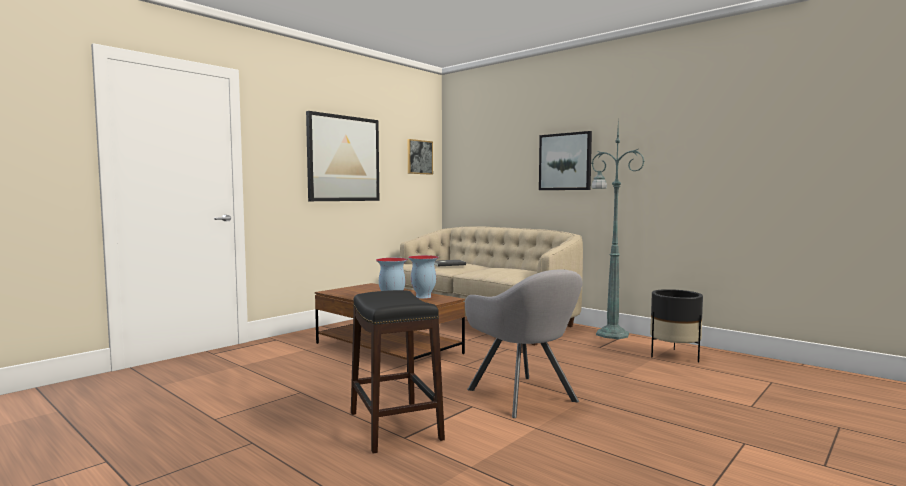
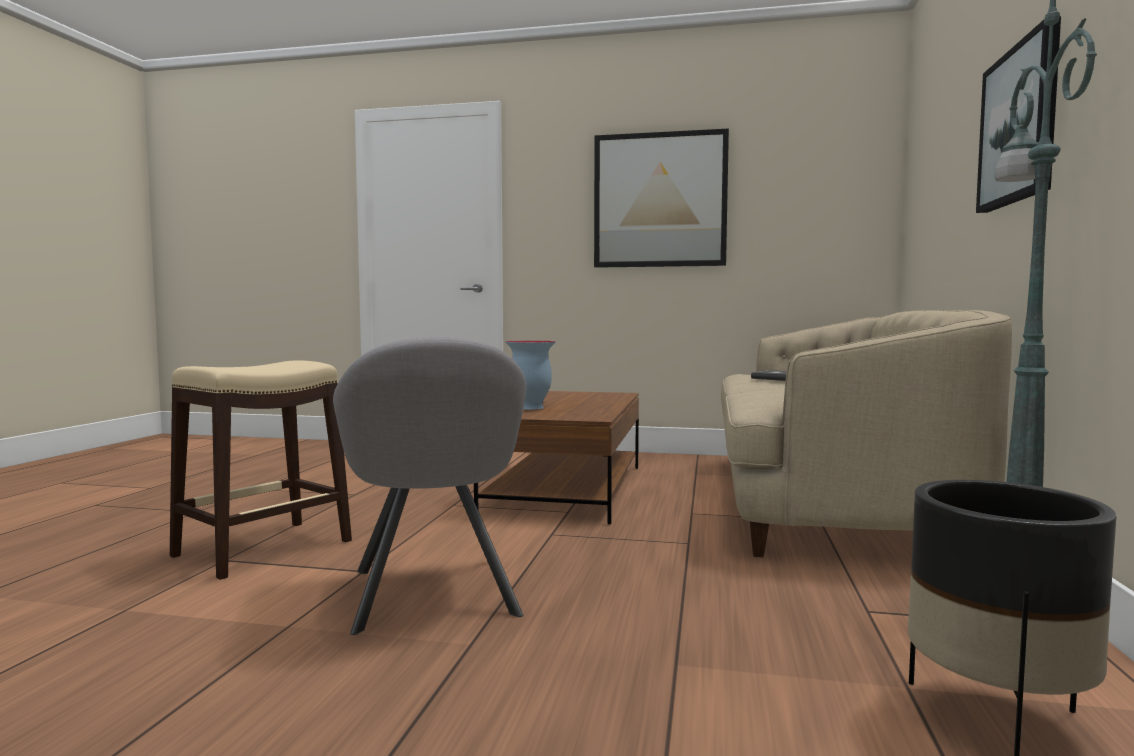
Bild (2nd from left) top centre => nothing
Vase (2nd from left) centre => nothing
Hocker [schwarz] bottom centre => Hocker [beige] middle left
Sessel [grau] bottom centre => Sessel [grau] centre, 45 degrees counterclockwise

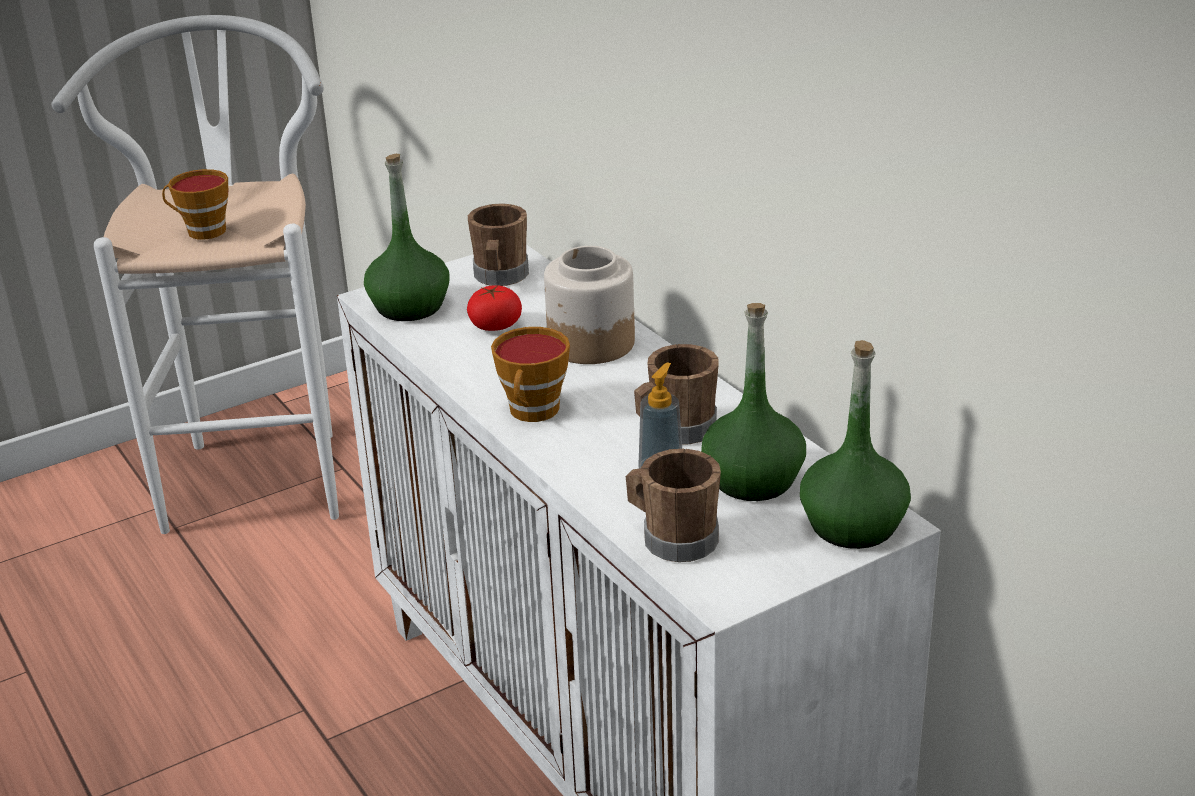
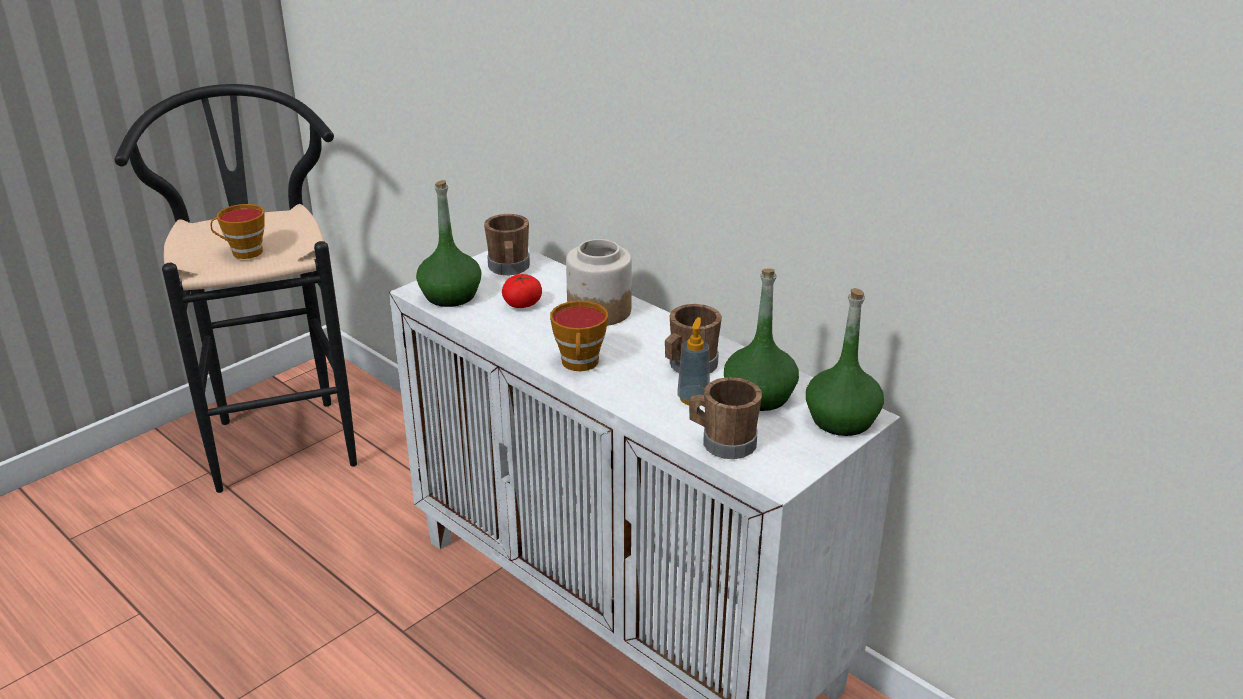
Hocker [weiß] middle left => Hocker [schwarz] middle left

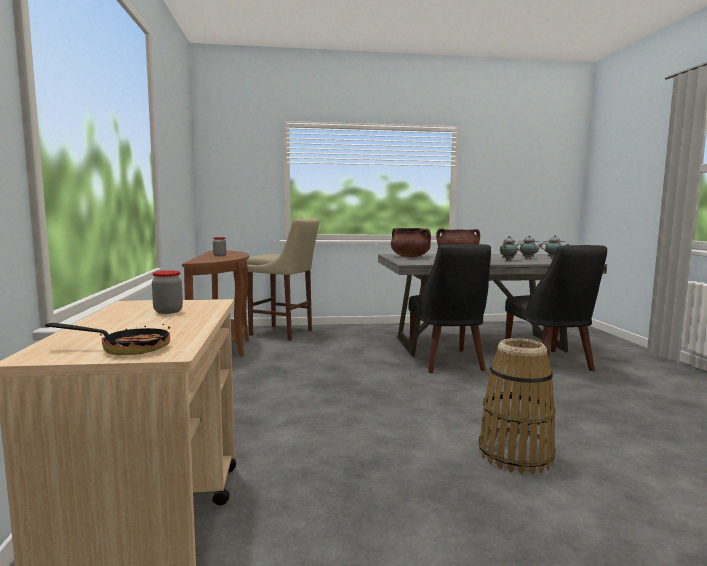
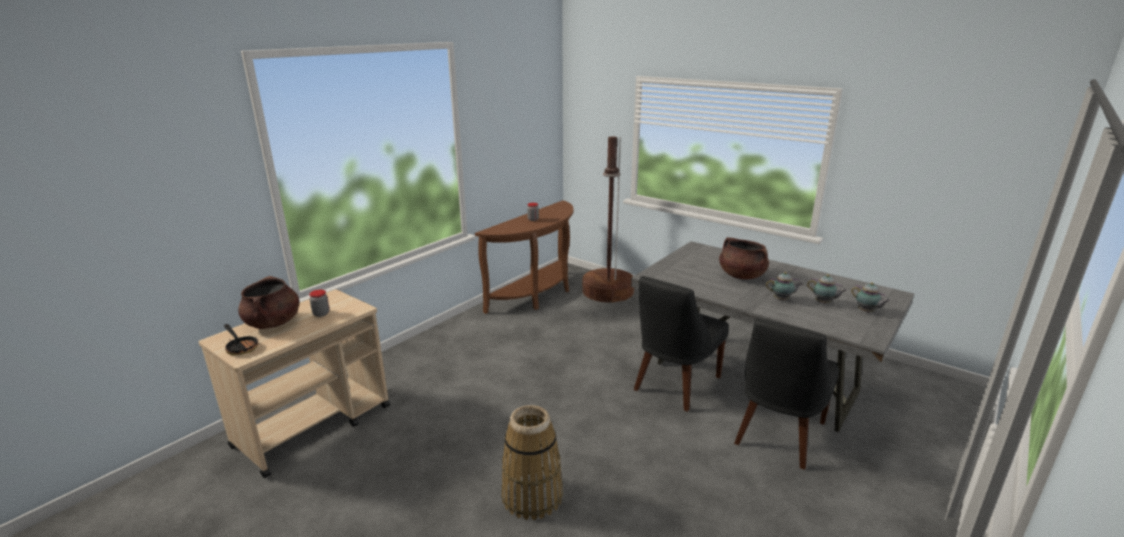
Kochtopf [braun] (1st from left) centre => Kochtopf [braun] (1st from left) middle left, move
Hocker [beige] centre => Stehlampe [braun] centre

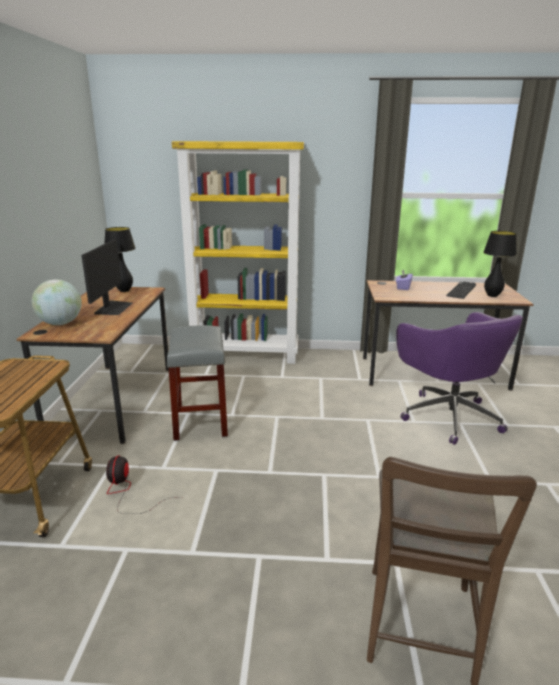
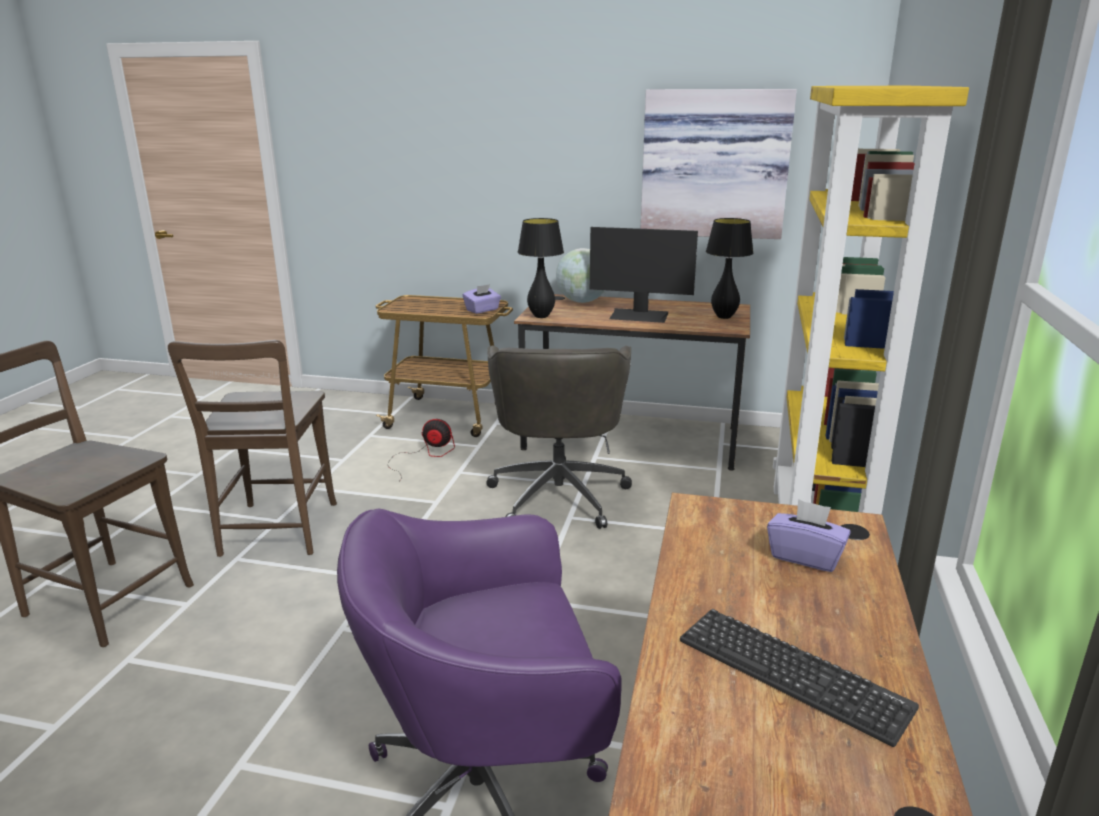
nothing => Stuhl [braun] (2nd from left) middle left
nothing => Taschentuchbox [lila] (1st from left) centre
nothing => Bild top centre
Tischlampe [schwarz] (2nd from left in the first image) middle right => Tischlampe [schwarz] (1st from left) top centre, move
Hocker [grau] centre => Bürostuhl [grau] centre

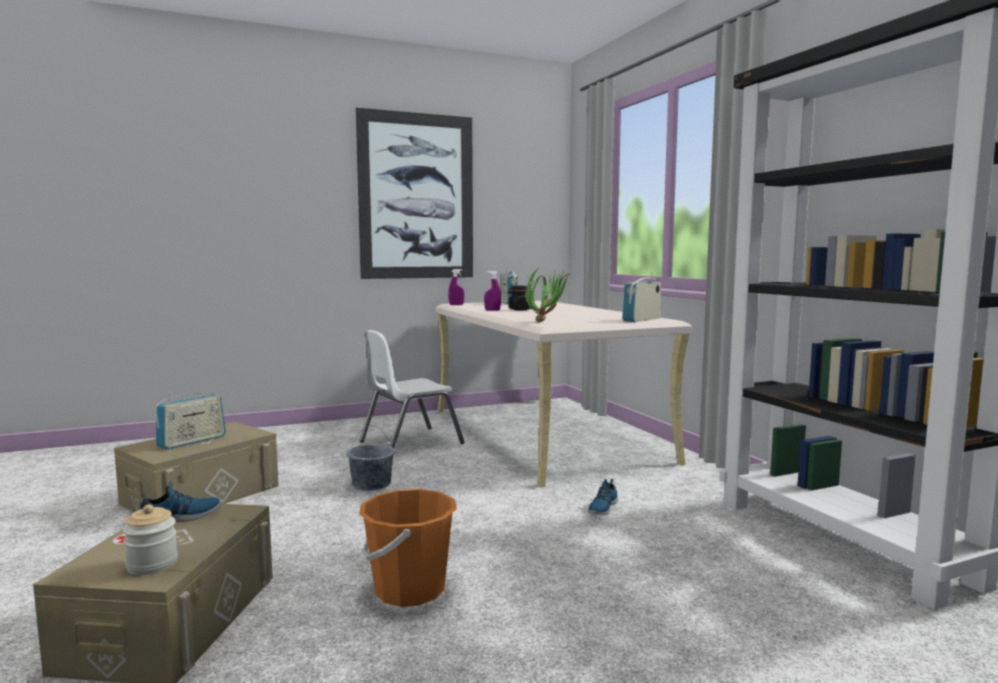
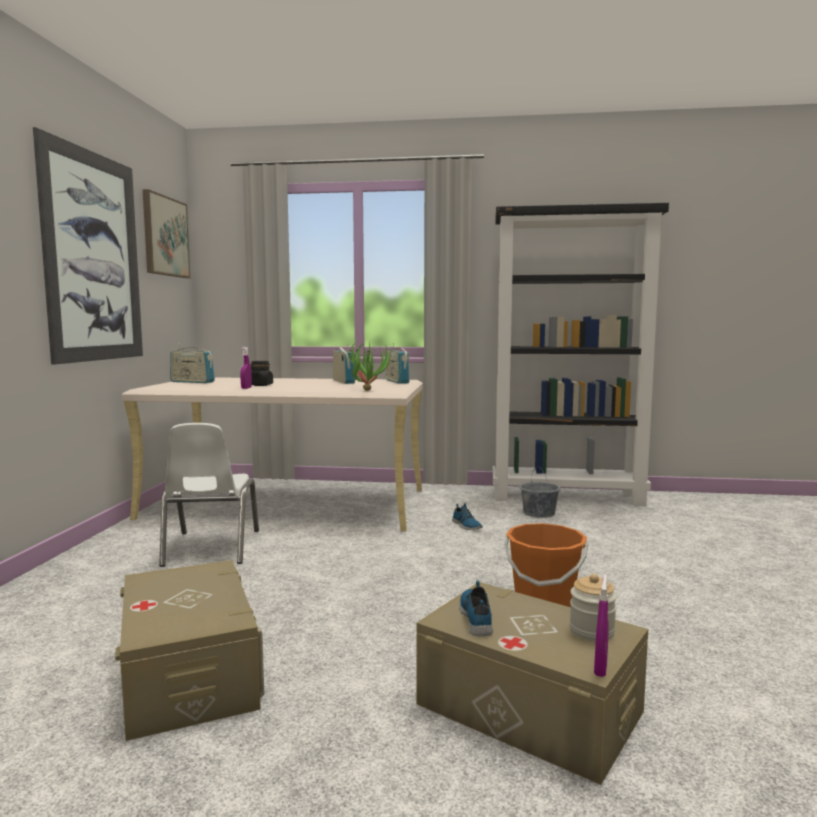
nothing => Bild (2nd from left) top left
Radio (1st from left in the first image) middle left => Radio (2nd from left) centre, move
Eimer [grau] bottom centre => Eimer [grau] centre, move
Sprühflasche [lila] (1st from left in the first image) centre => Sprühflasche [lila] (2nd from left) bottom right, move

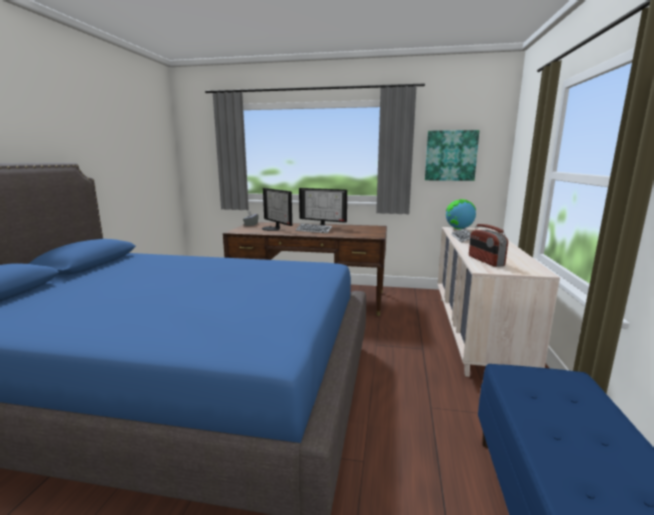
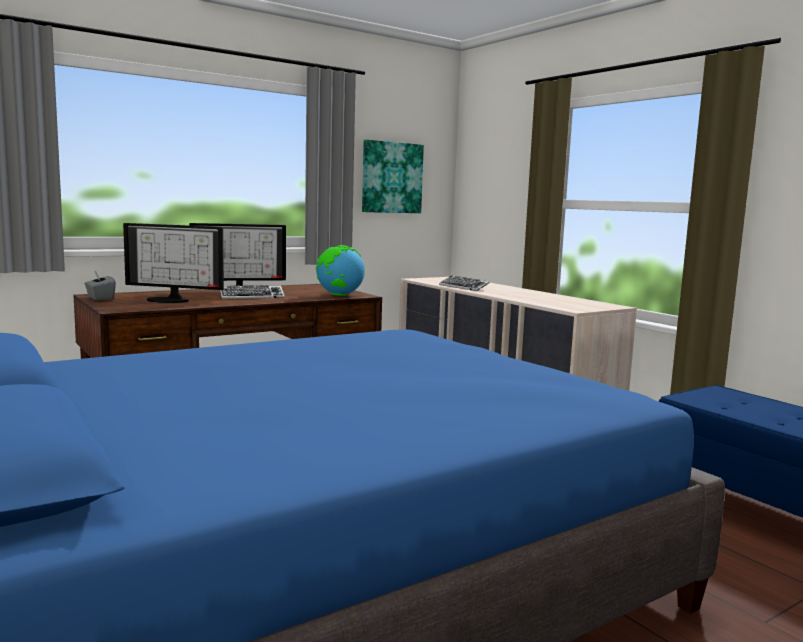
Radio middle right => nothing
Globus middle right => Globus centre, move

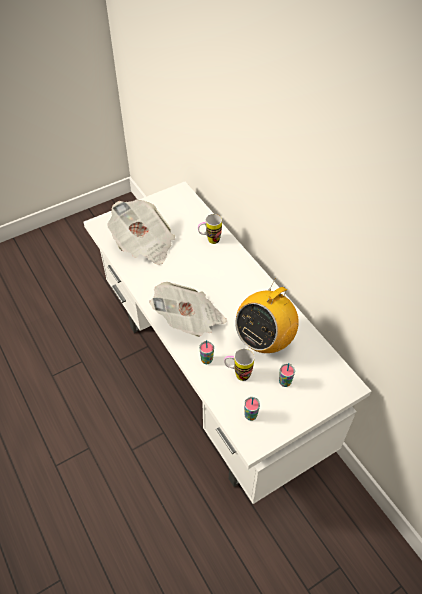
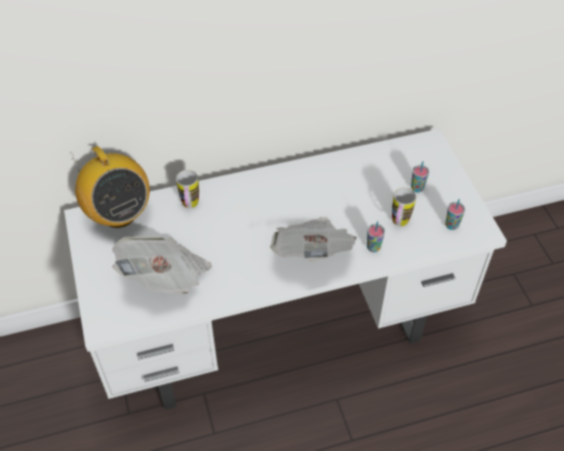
Radio centre => Radio middle left, move

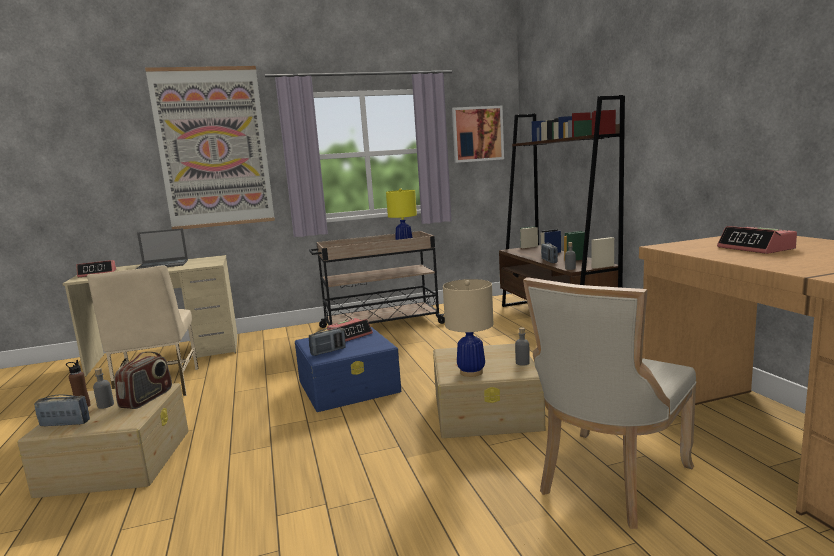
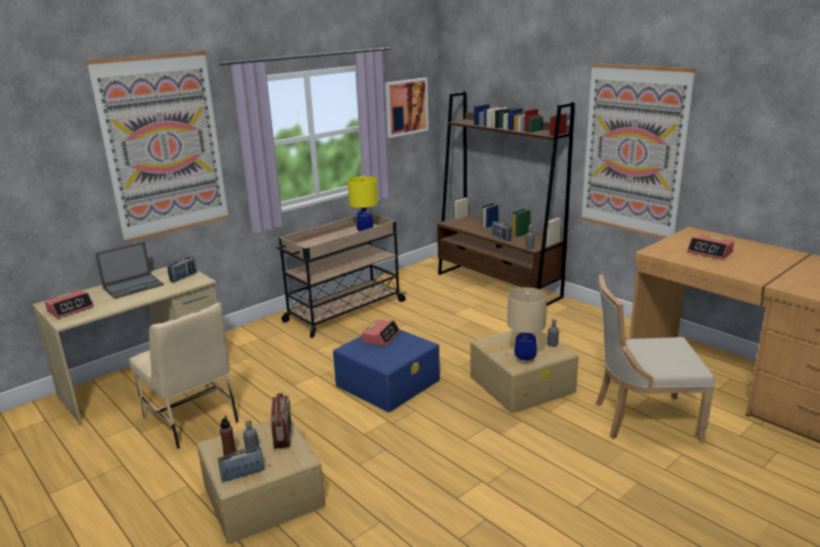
nothing => Bild (3rd from left) top right
Radio (3rd from left in the first image) centre => Radio (1st from left) middle left, move
Stuhl [beige] (2nd from left) bottom right => Stuhl [beige] (2nd from left) middle right, 75 degrees clockwise

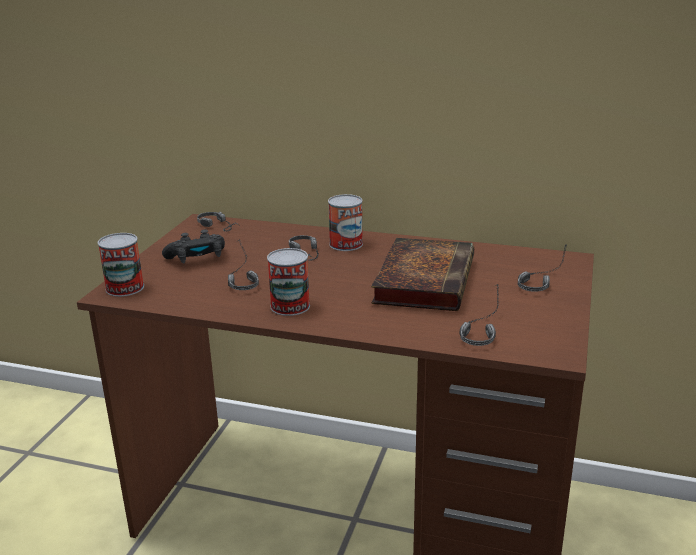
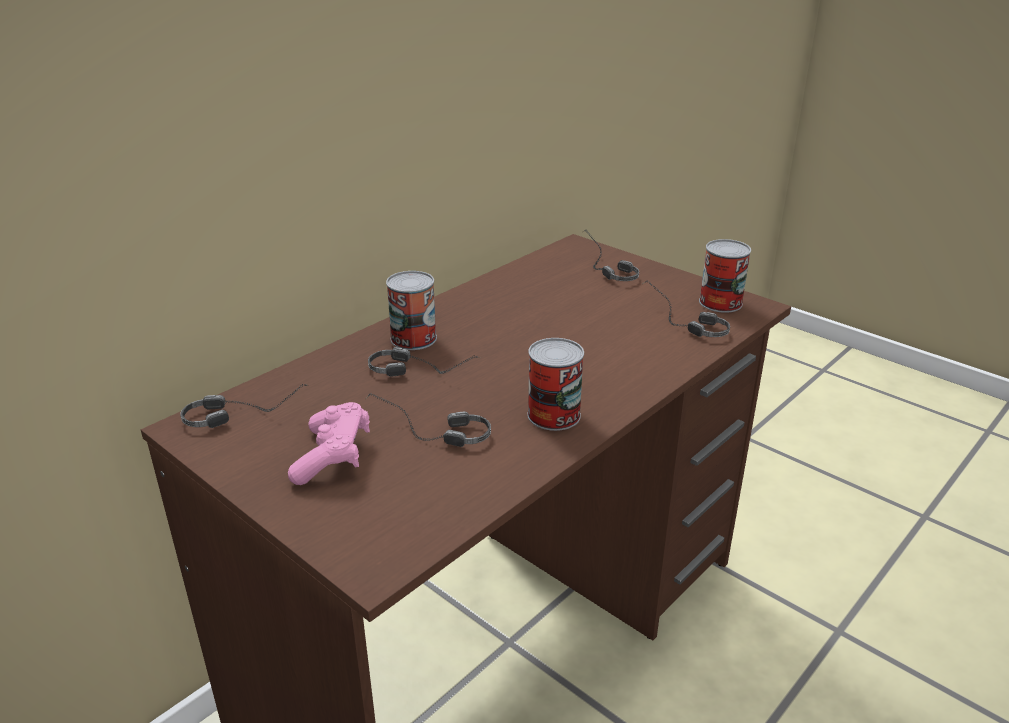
Buch centre => nothing
Dose (1st from left in the first image) middle left => Dose (3rd from left) middle right, move
Gamepad [schwarz] middle left => Gamepad [rosa] middle left

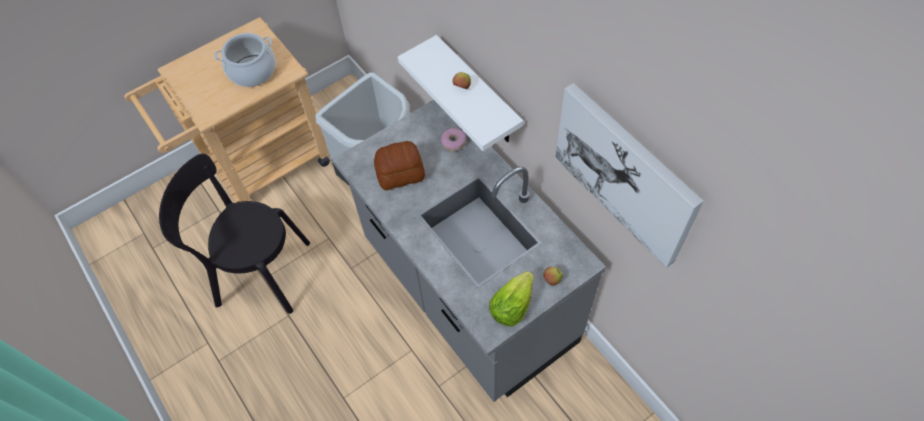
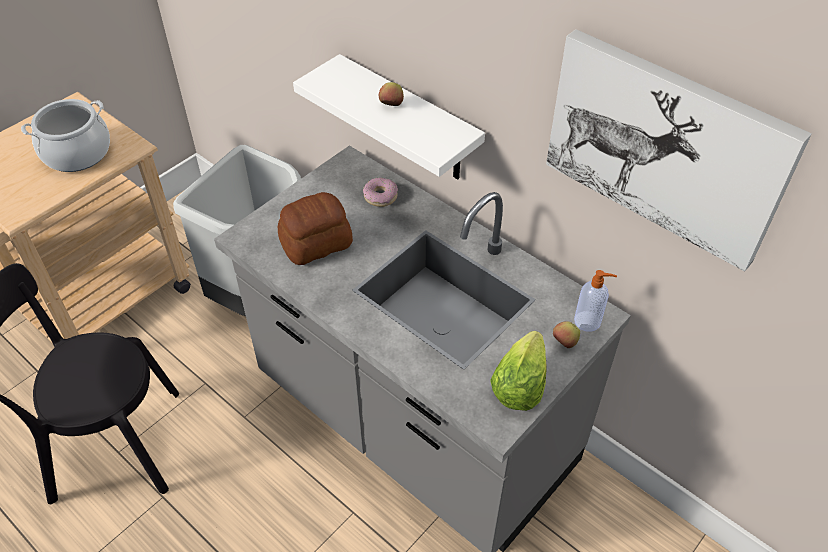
nothing => Seifenspender middle right

